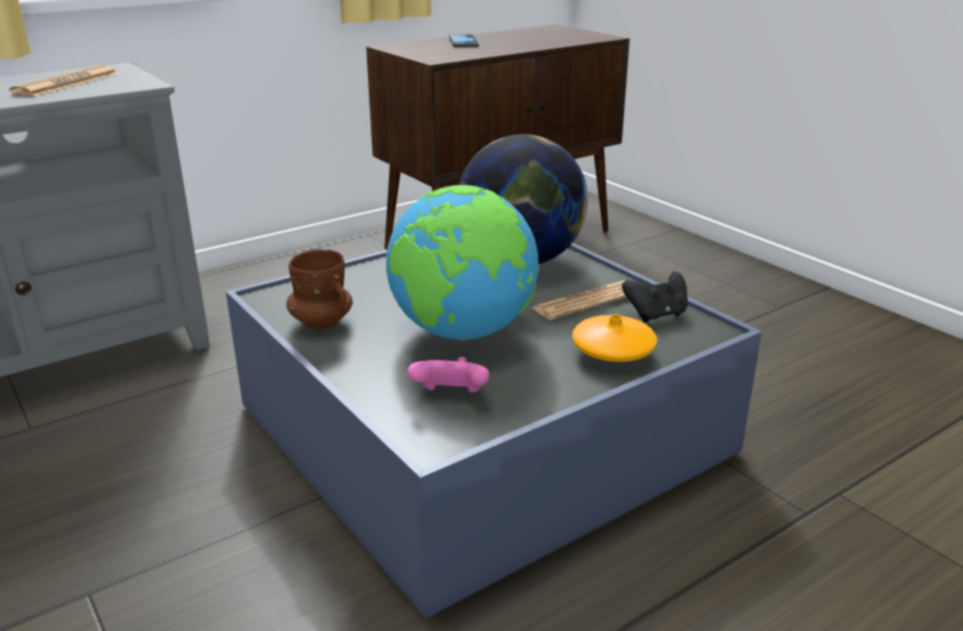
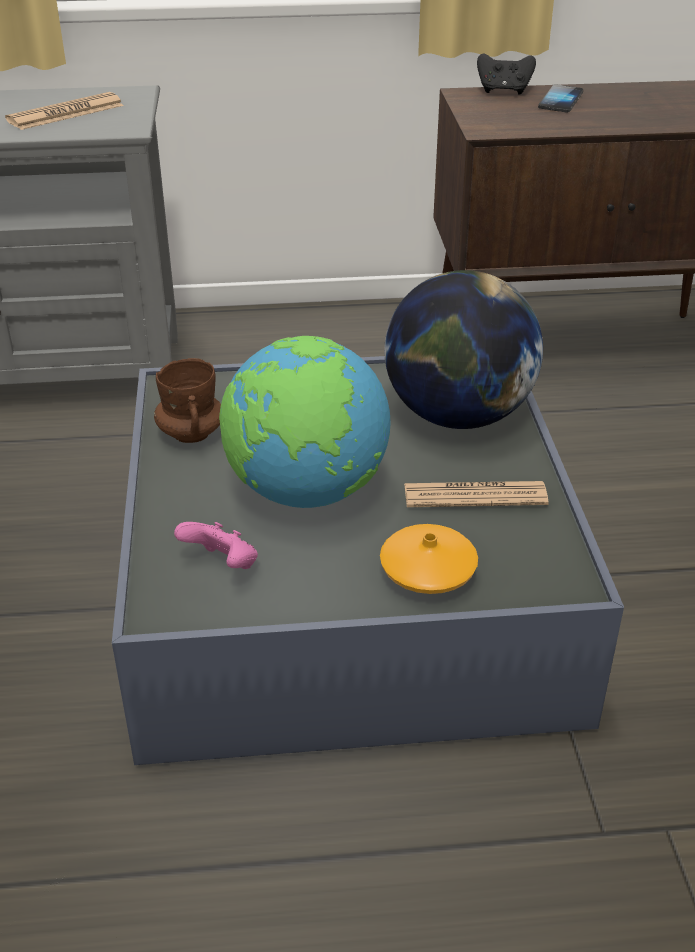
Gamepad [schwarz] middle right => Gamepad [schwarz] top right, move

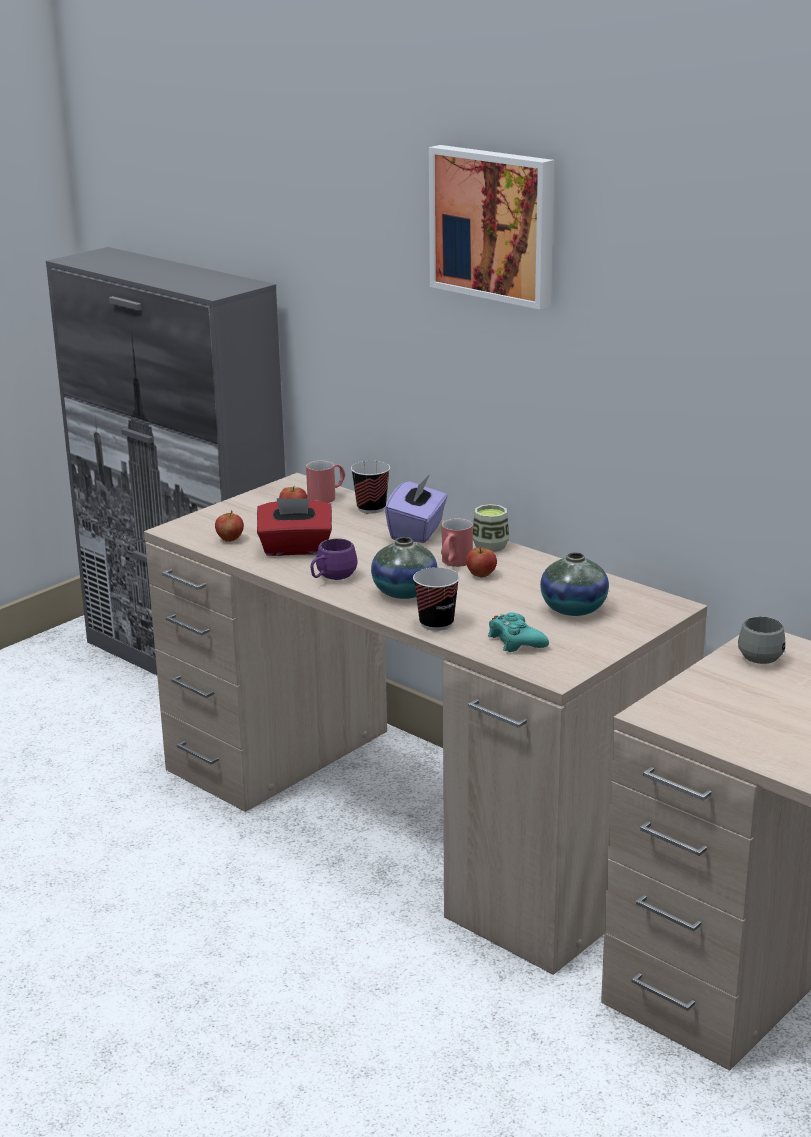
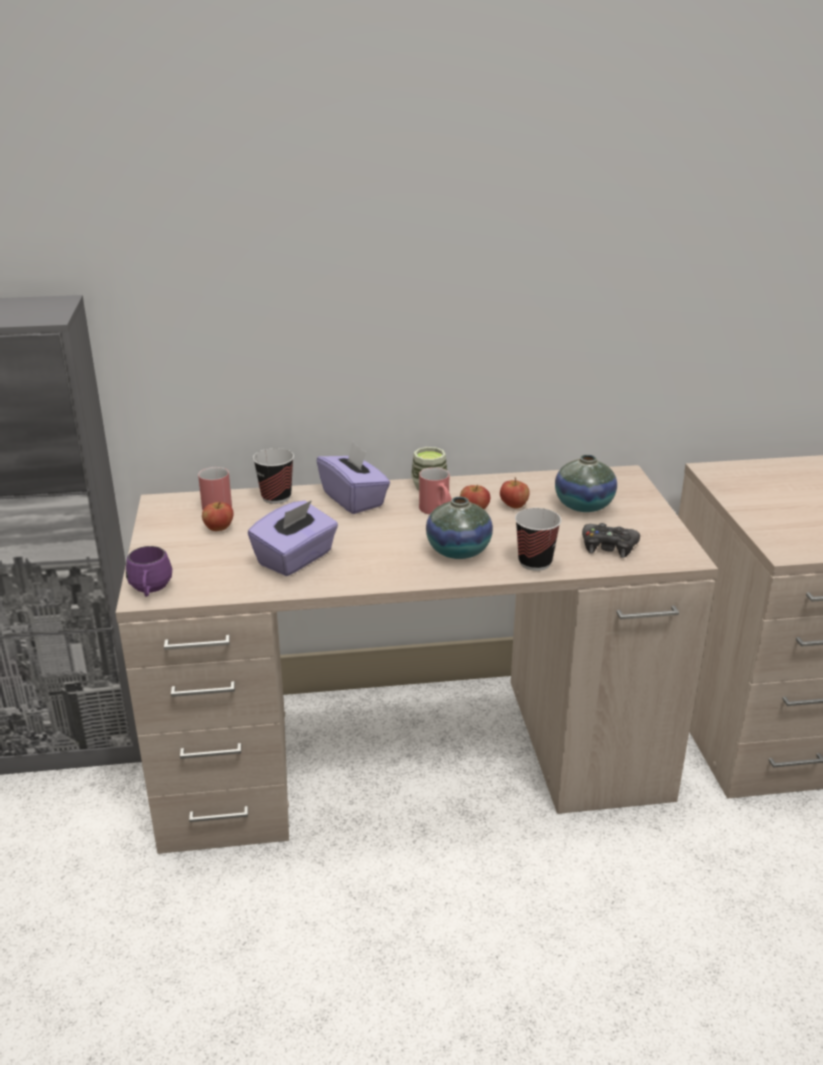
Bild top centre => nothing
Henkelbecher [grau] middle right => nothing
Apfel (1st from left in the first image) middle left => Apfel (3rd from left) centre, move
Henkelbecher [lila] centre => Henkelbecher [lila] middle left, move
Taschentuchbox [rot] centre => Taschentuchbox [lila] (1st from left) centre
Gamepad [türkis] centre => Gamepad [schwarz] middle right

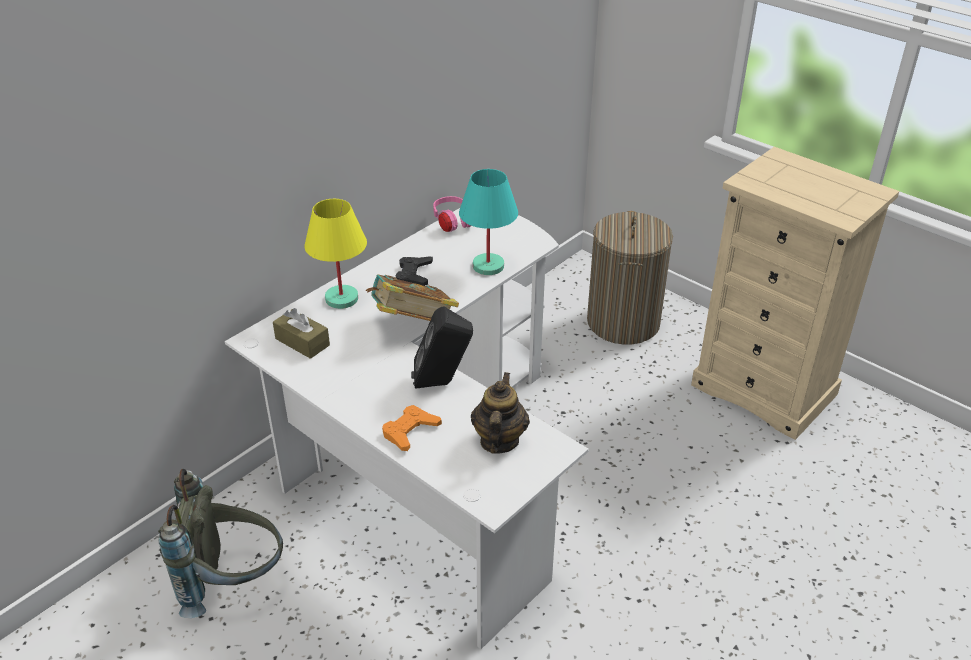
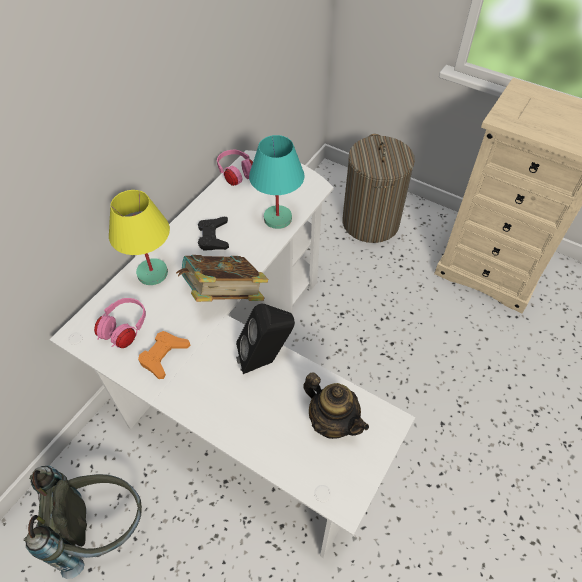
Gamepad [orange] centre => Gamepad [orange] middle left, move
Taschentuchbox [braun] middle left => Kopfhörer [rosa] (1st from left) middle left
Teekanne centre => Teekanne bottom centre, 135 degrees clockwise

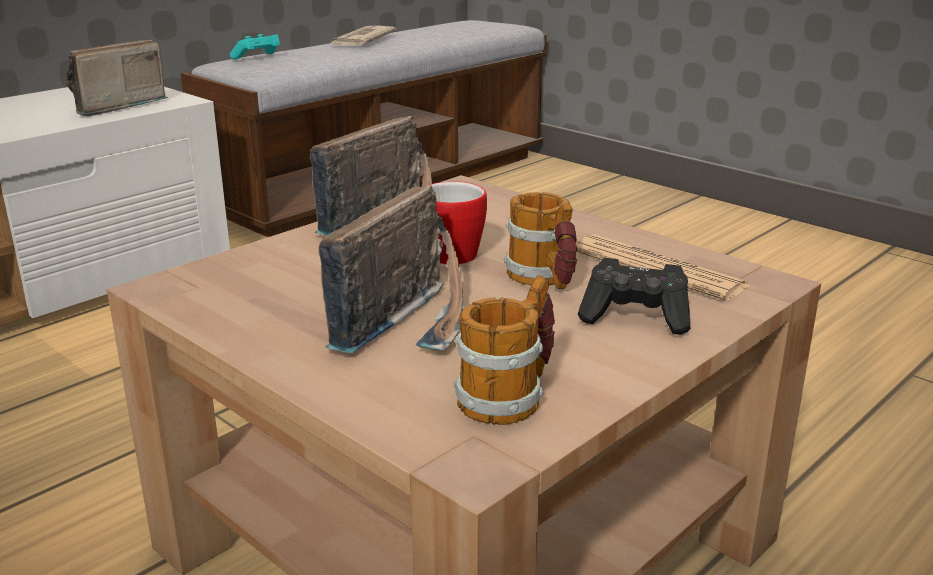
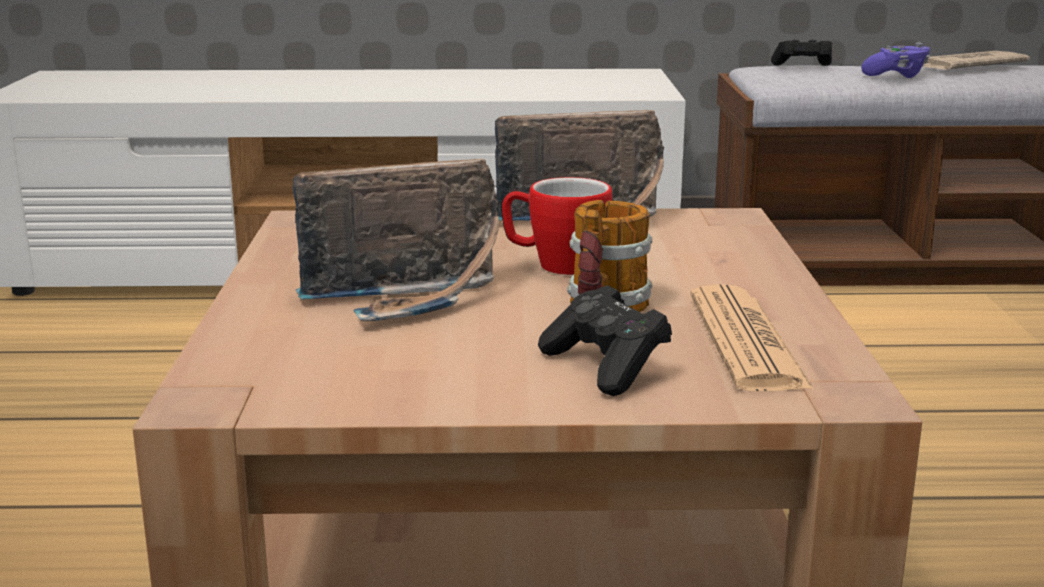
Radio (1st from left) top left => nothing
Henkelbecher (2nd from left) centre => nothing
nothing => Gamepad [lila] top right
Gamepad [türkis] top left => Gamepad [schwarz] (2nd from left) top right

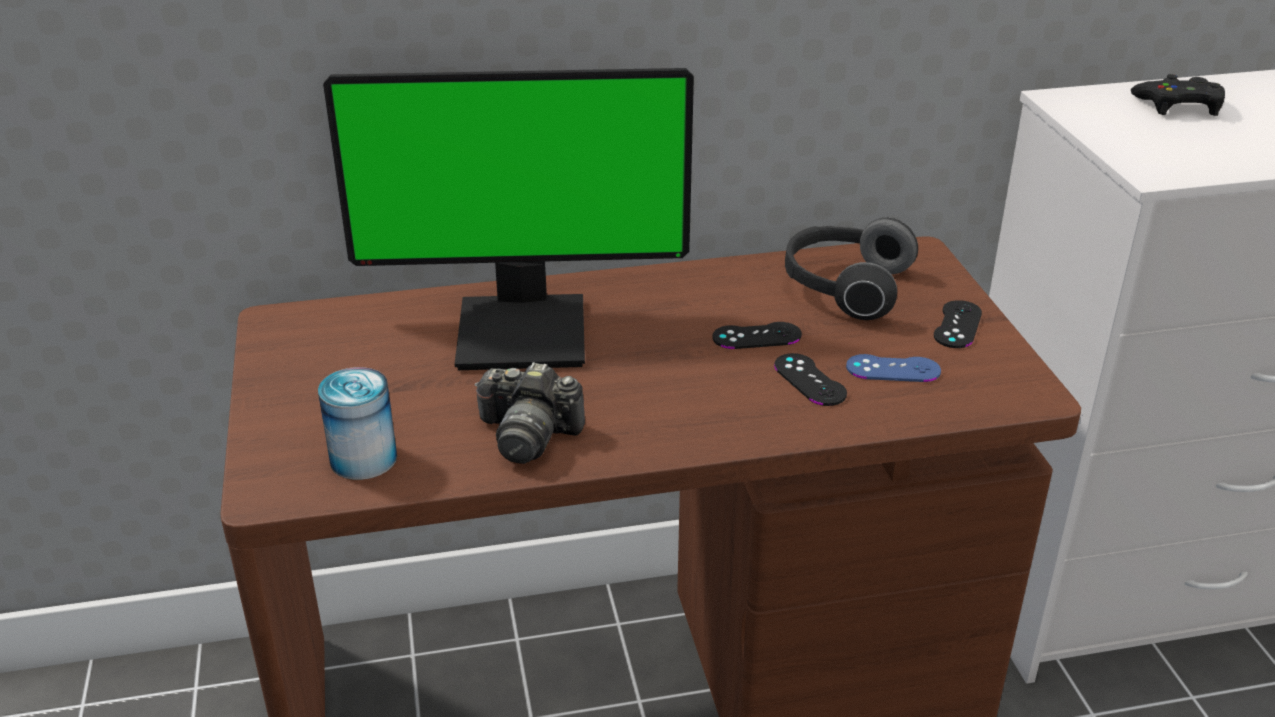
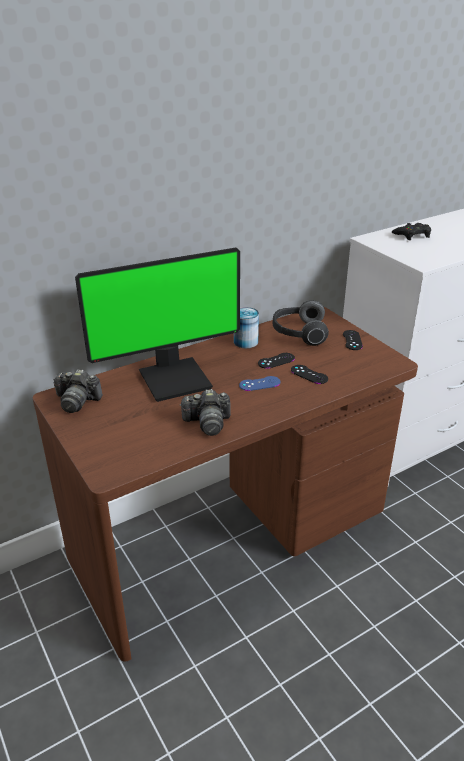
nothing => Kamera (1st from left) middle left
Dose middle left => Dose centre, move
Gamepad [blau] middle right => Gamepad [blau] centre, move

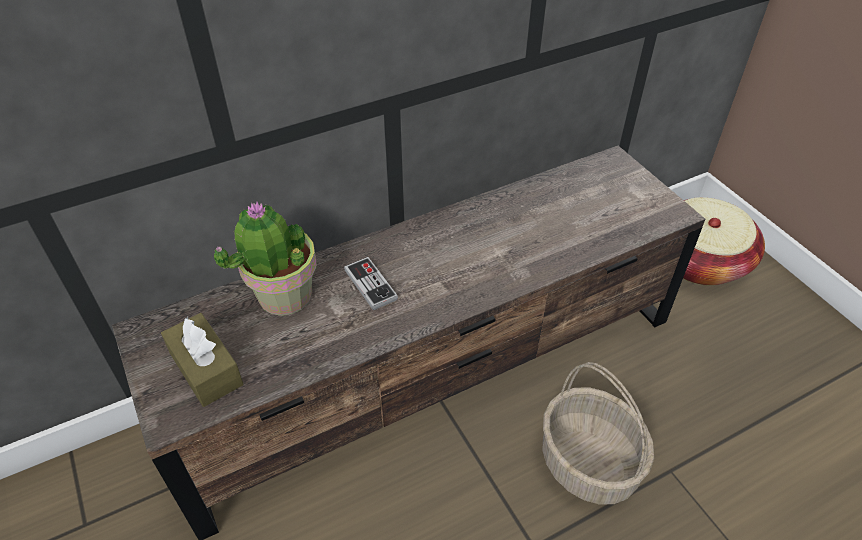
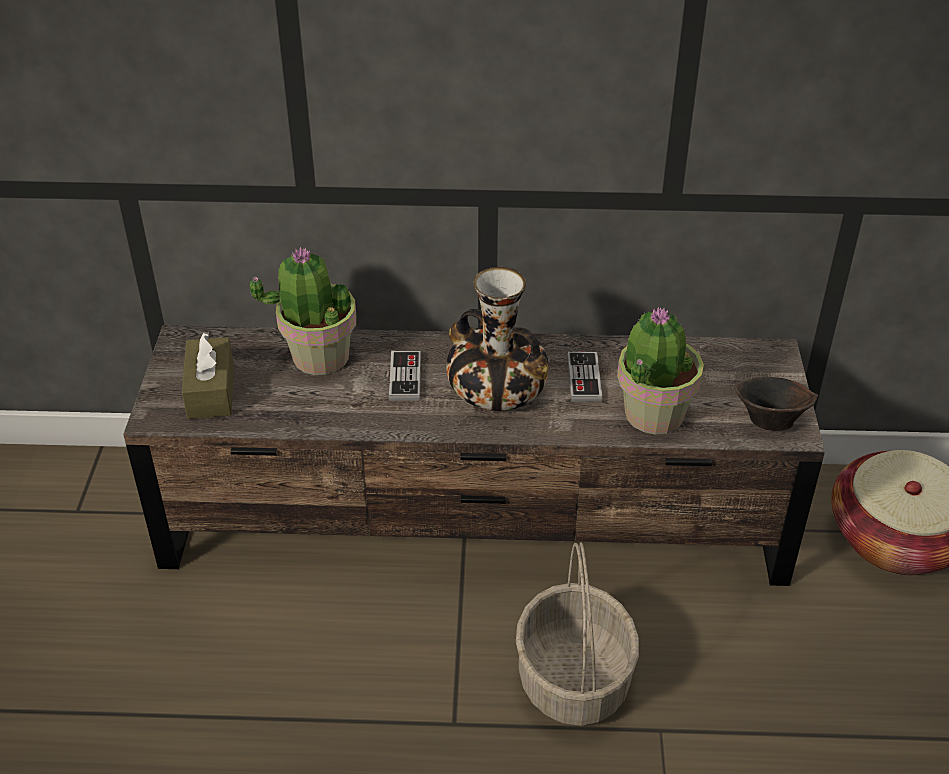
nothing => Vase centre
nothing => Gamepad (2nd from left) centre
nothing => Topfpflanze (2nd from left) middle right
nothing => Schüssel [braun] middle right

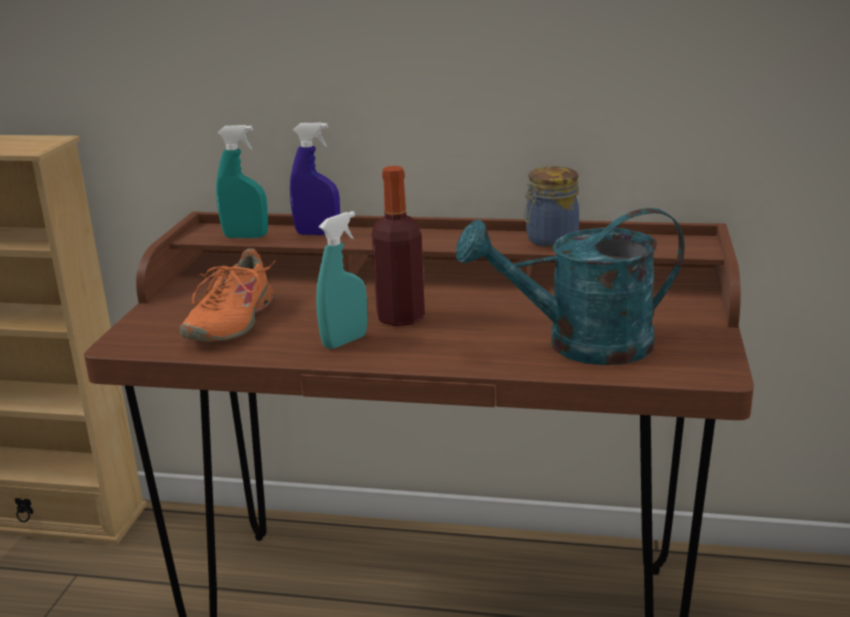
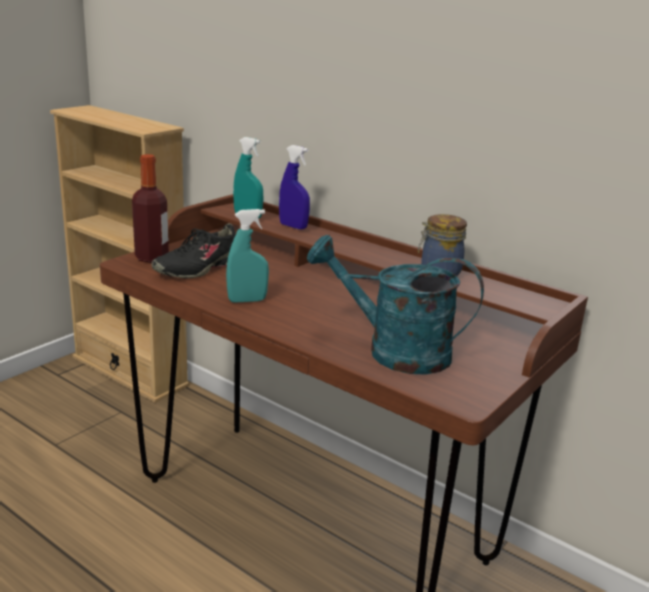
Flasche centre => Flasche middle left, move
Schuh [orange] middle left => Schuh [schwarz] middle left

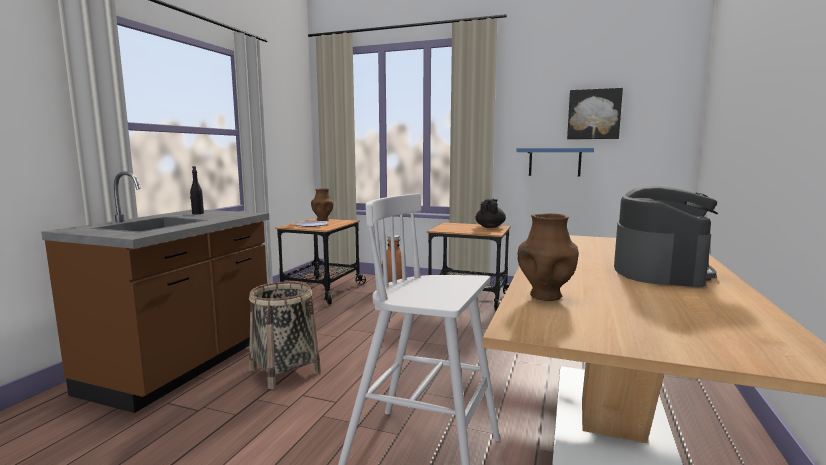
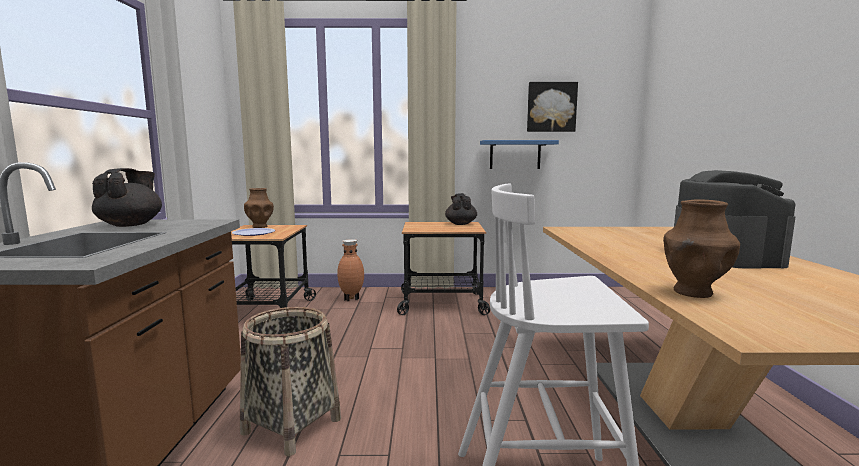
Flasche [schwarz] middle left => Teekanne [schwarz] (1st from left) middle left

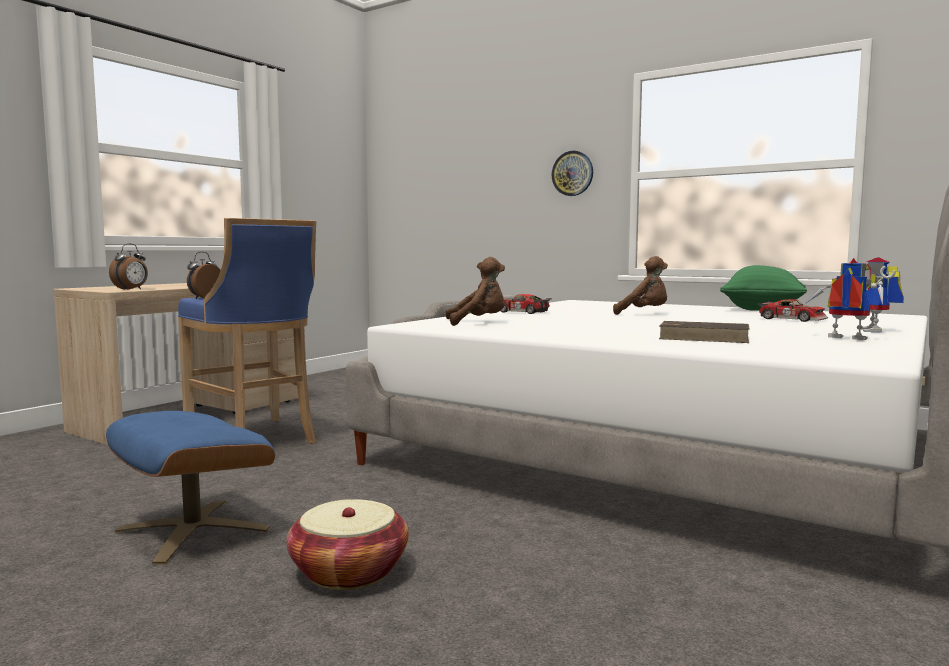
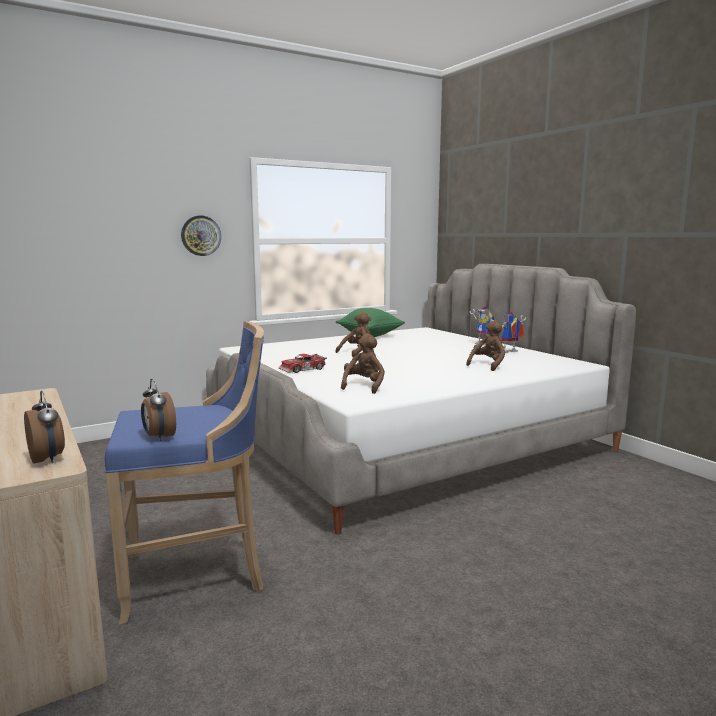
Polsterhocker [blau] bottom left => nothing
Korb bottom centre => nothing
Spielzeugauto (2nd from left) middle right => nothing
Buch [braun] middle right => Plüschtier [braun] (3rd from left) middle right

